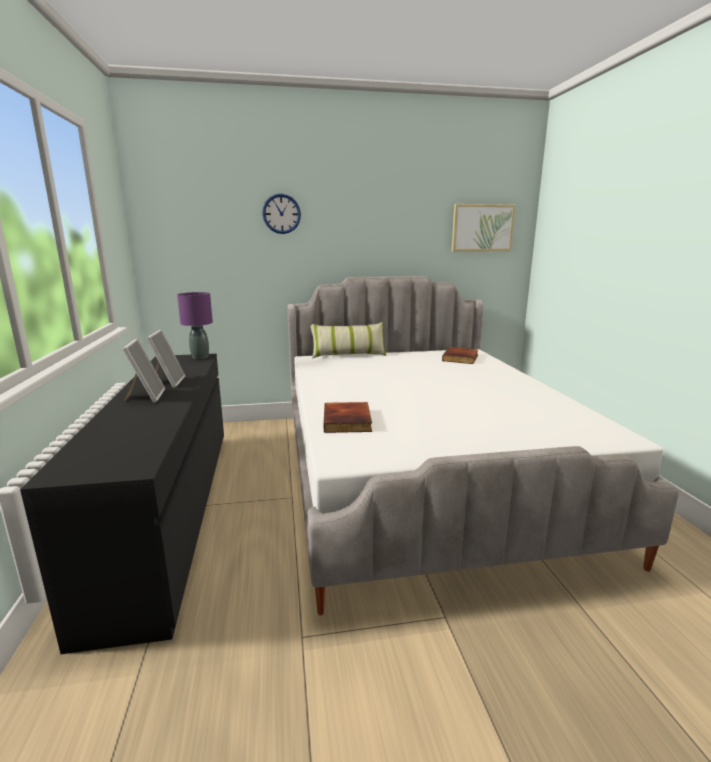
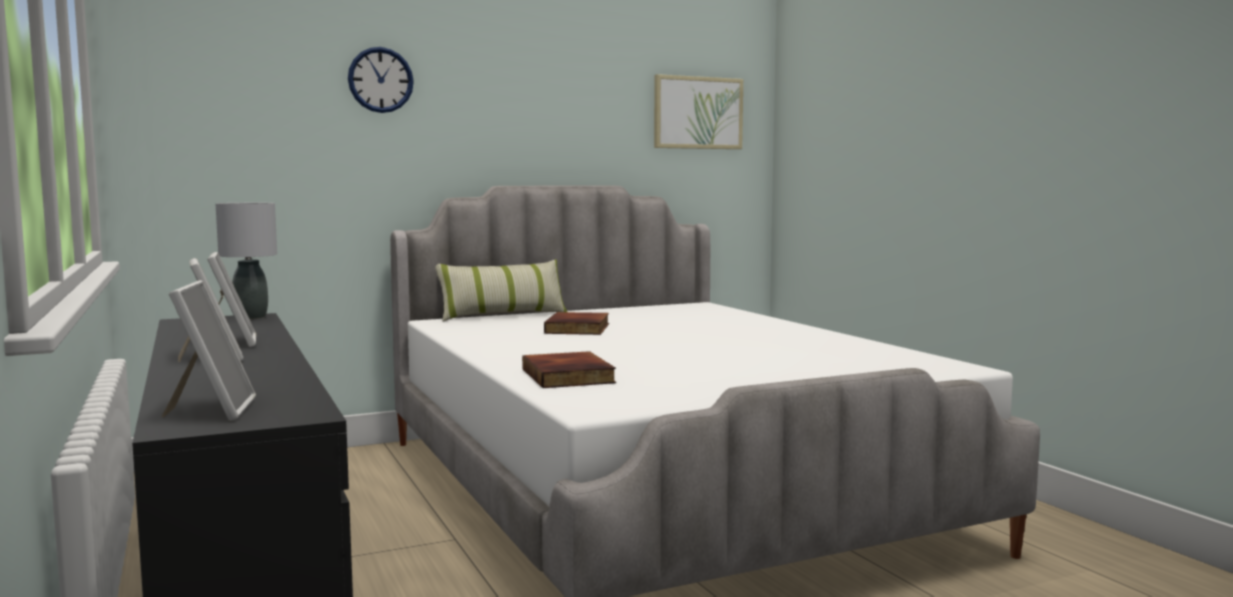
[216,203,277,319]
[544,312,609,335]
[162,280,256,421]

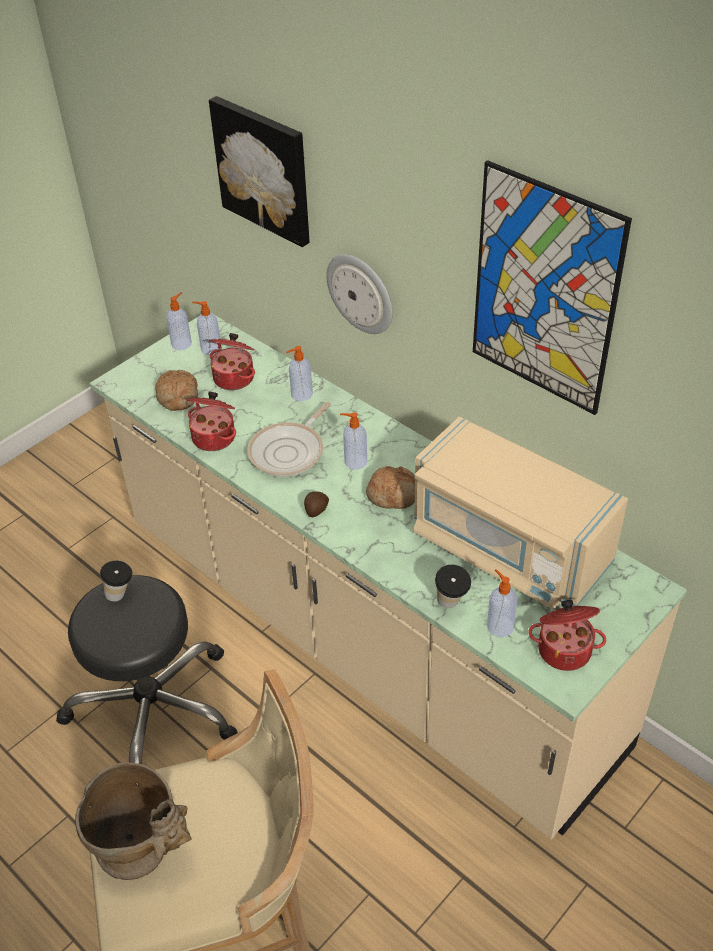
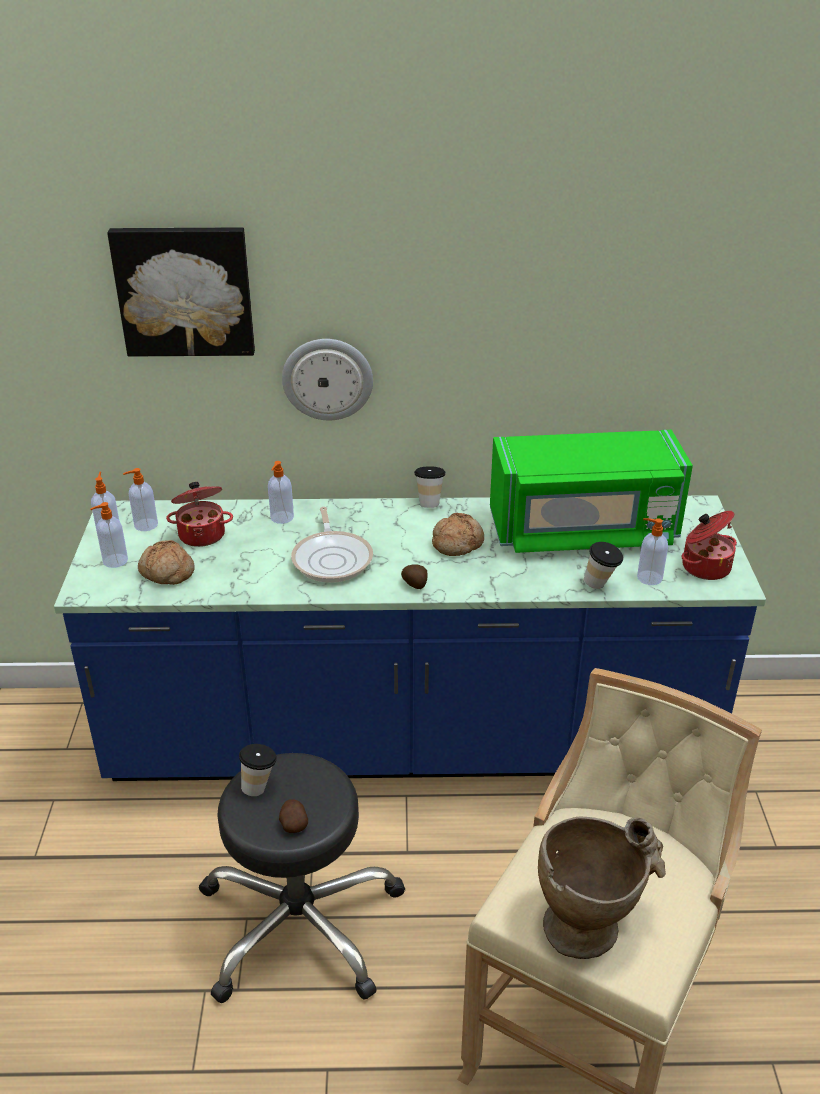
[473,160,632,415] (first image)
[54,495,766,781]
[187,391,236,451] (first image)
[90,502,128,568]
[490,430,693,553]
[414,466,446,508]
[279,799,308,833]

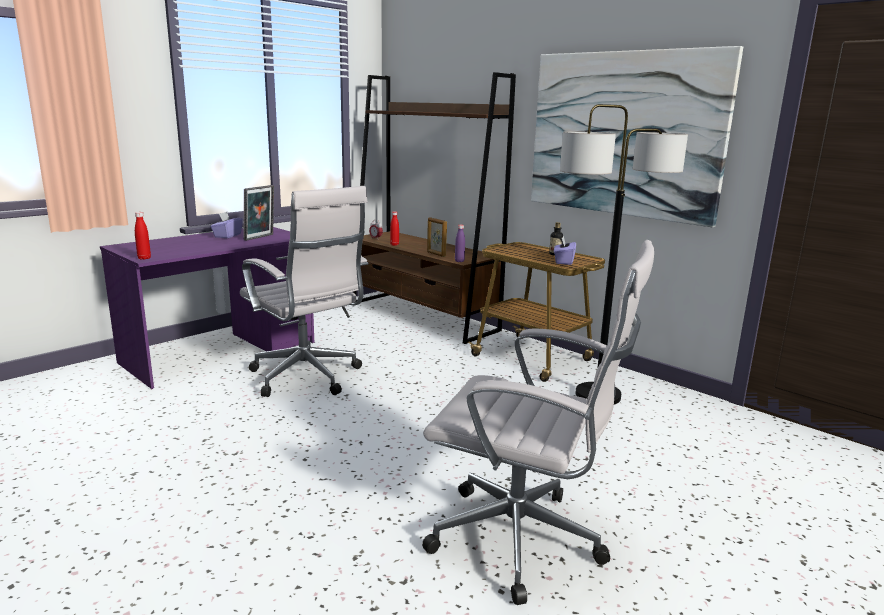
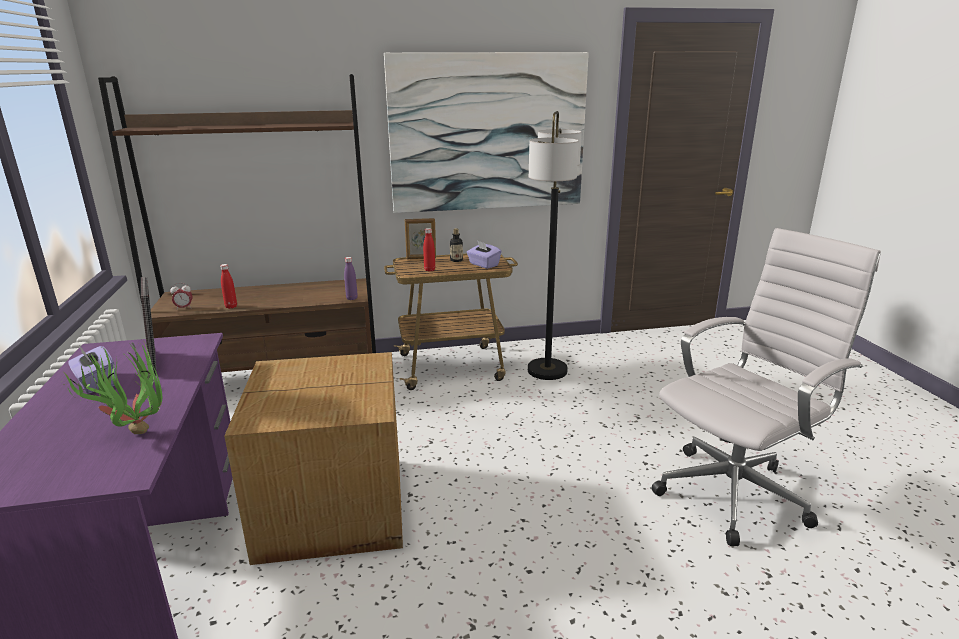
[224,352,403,565]
[423,228,435,271]
[405,218,436,259]
[61,339,162,434]

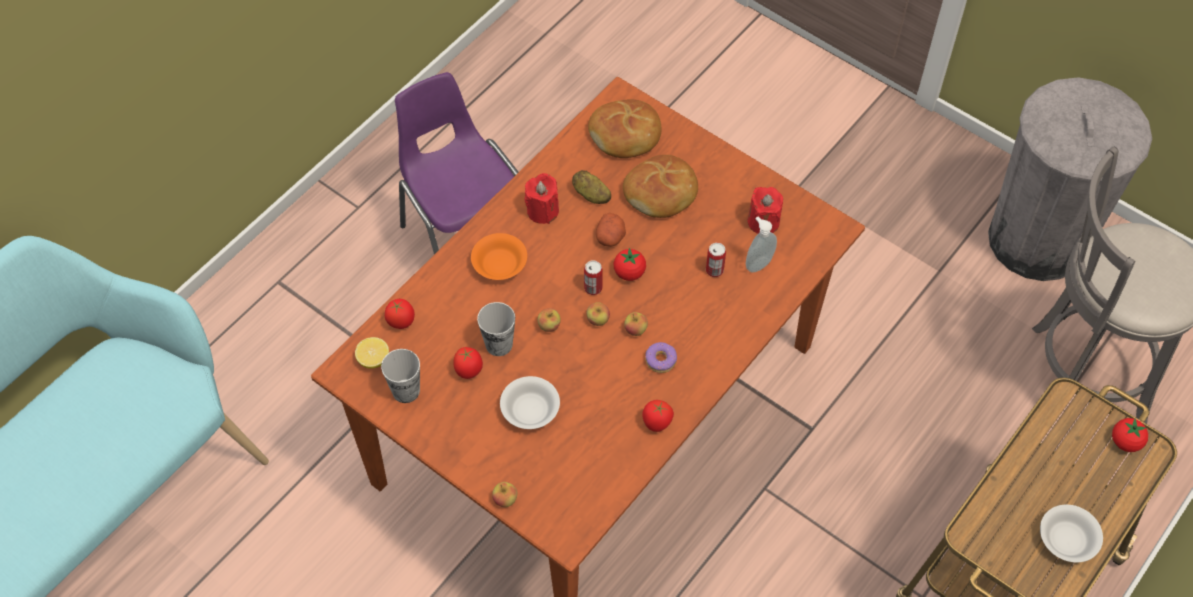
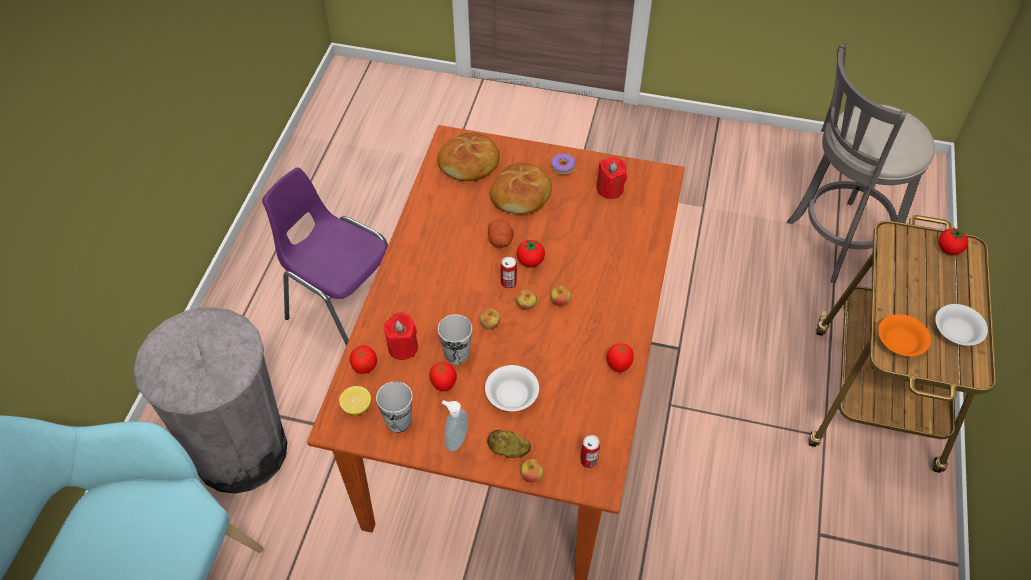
[133,307,288,494]
[487,430,531,458]
[383,312,418,360]
[442,400,468,451]
[878,314,931,356]
[580,435,600,468]
[551,154,576,175]

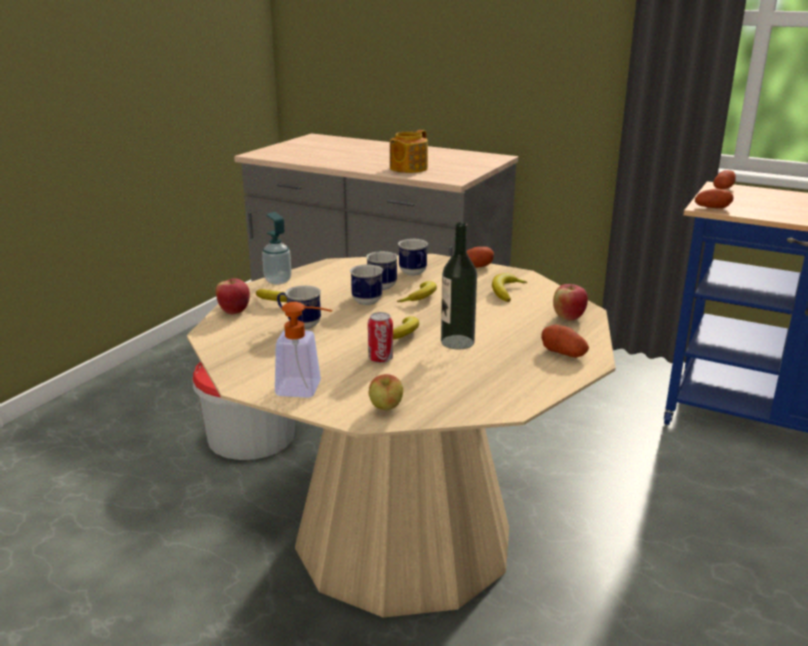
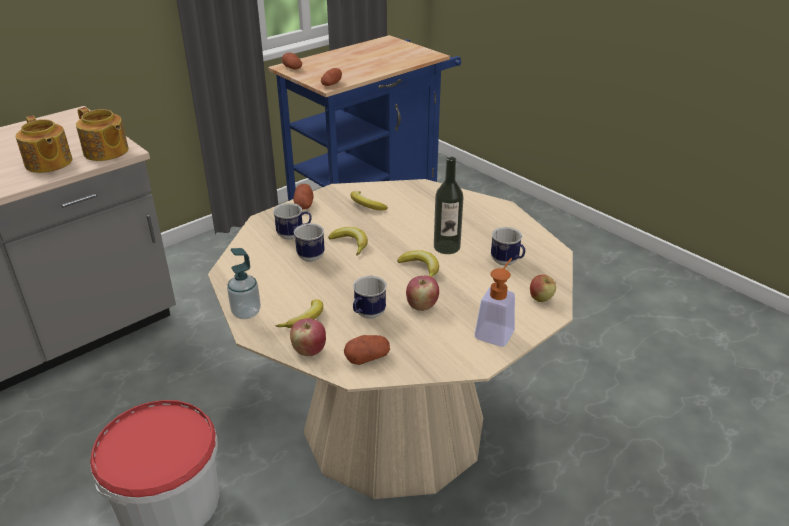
[491,227,525,266]
[406,276,439,311]
[368,312,393,363] (first image)
[344,335,390,365]
[76,107,129,161]

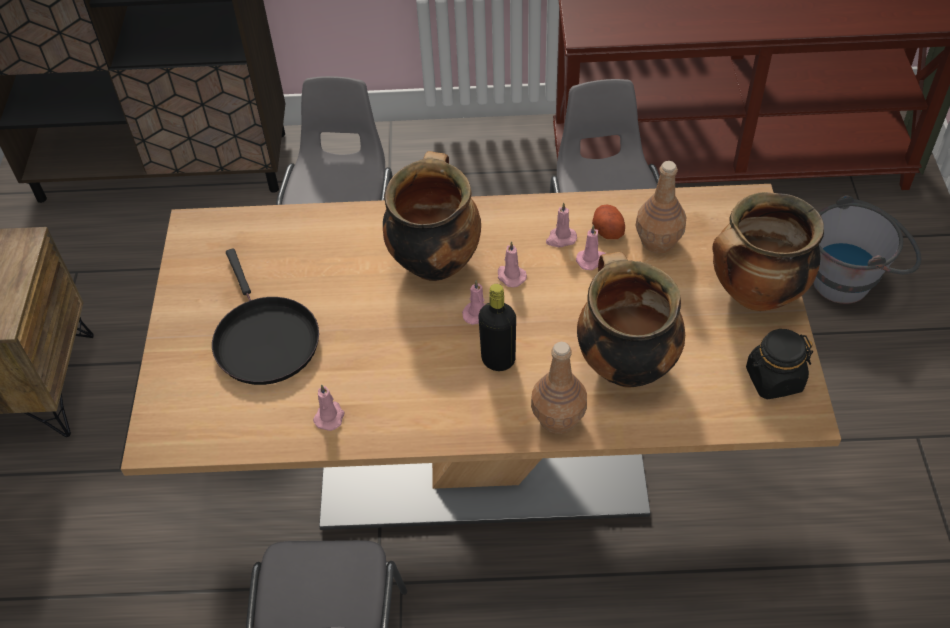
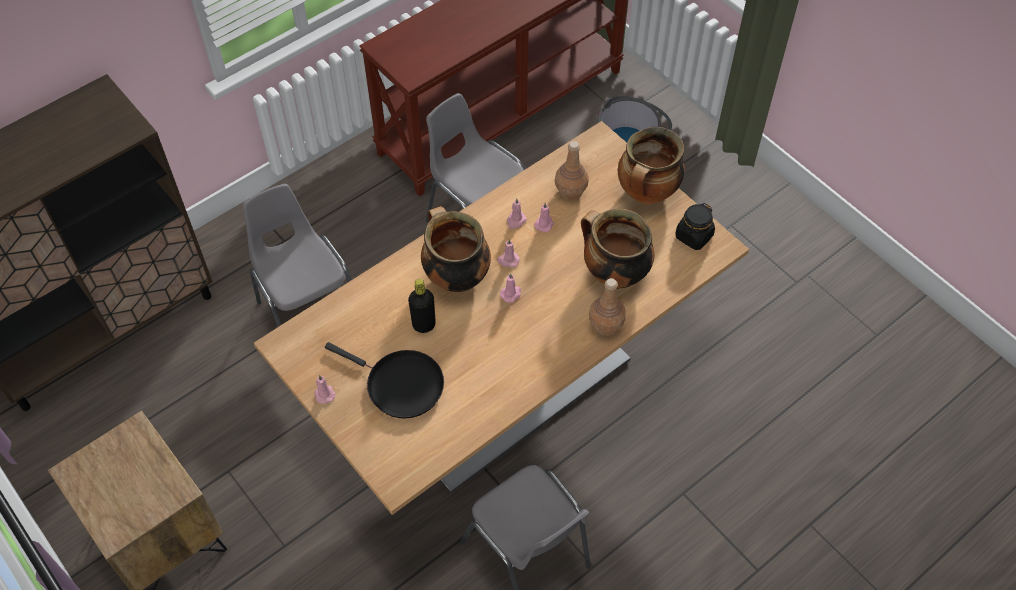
[592,205,625,239] (first image)
[408,279,436,333]
[314,375,336,404]

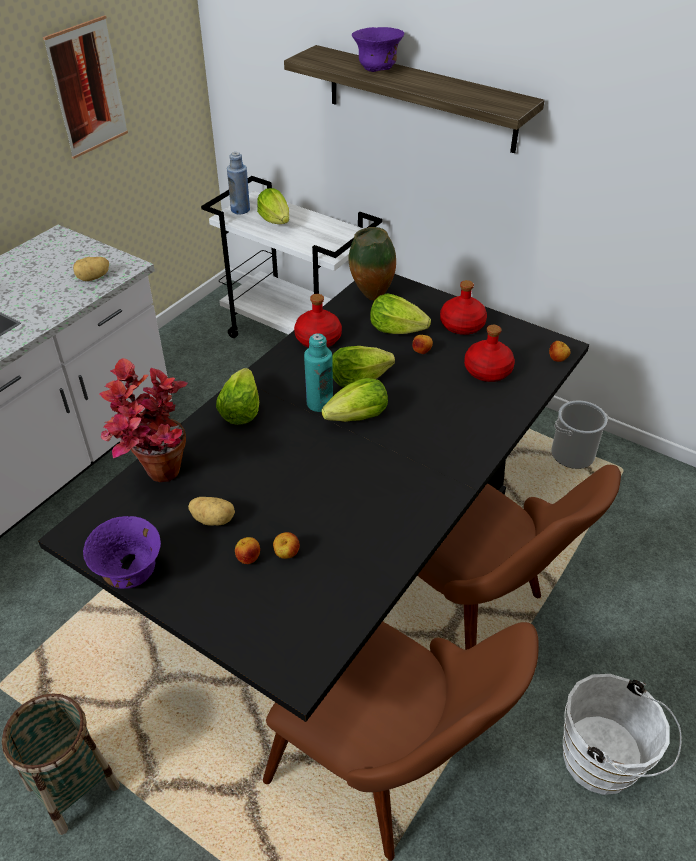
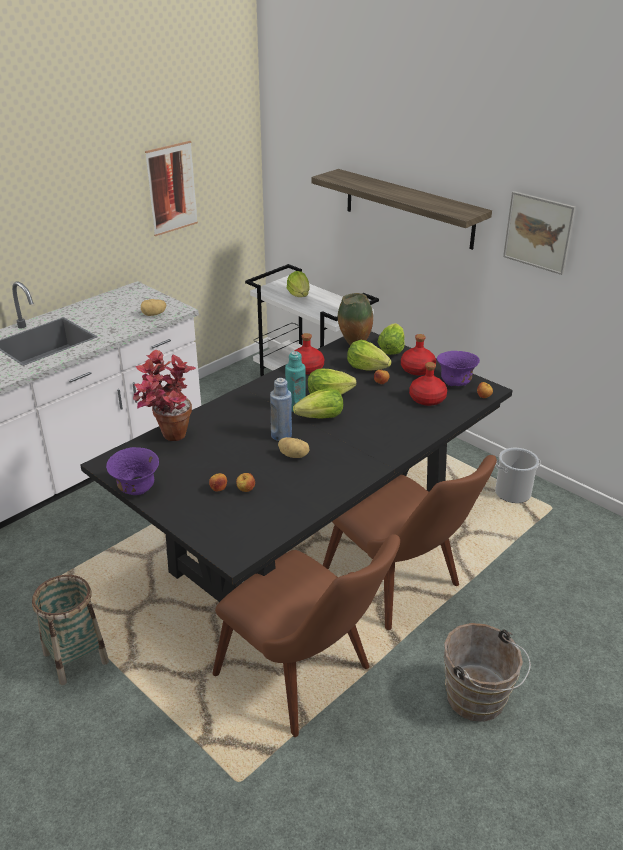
[437,351,480,386]
[270,378,292,441]
[377,323,405,355]
[278,437,309,458]
[444,623,531,722]
[503,191,576,275]

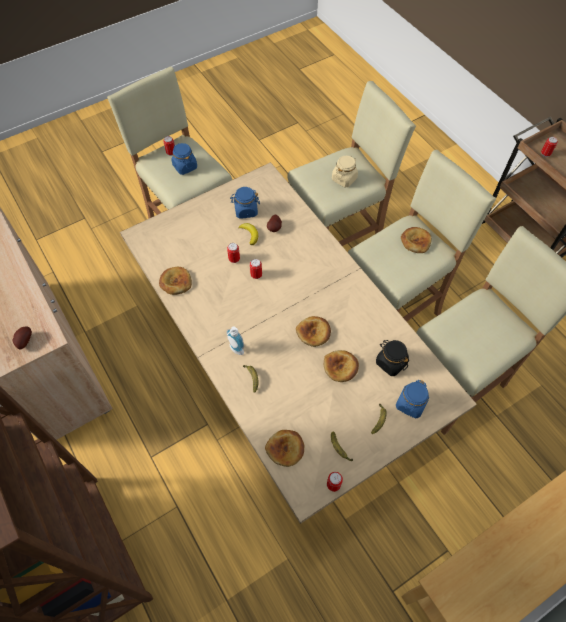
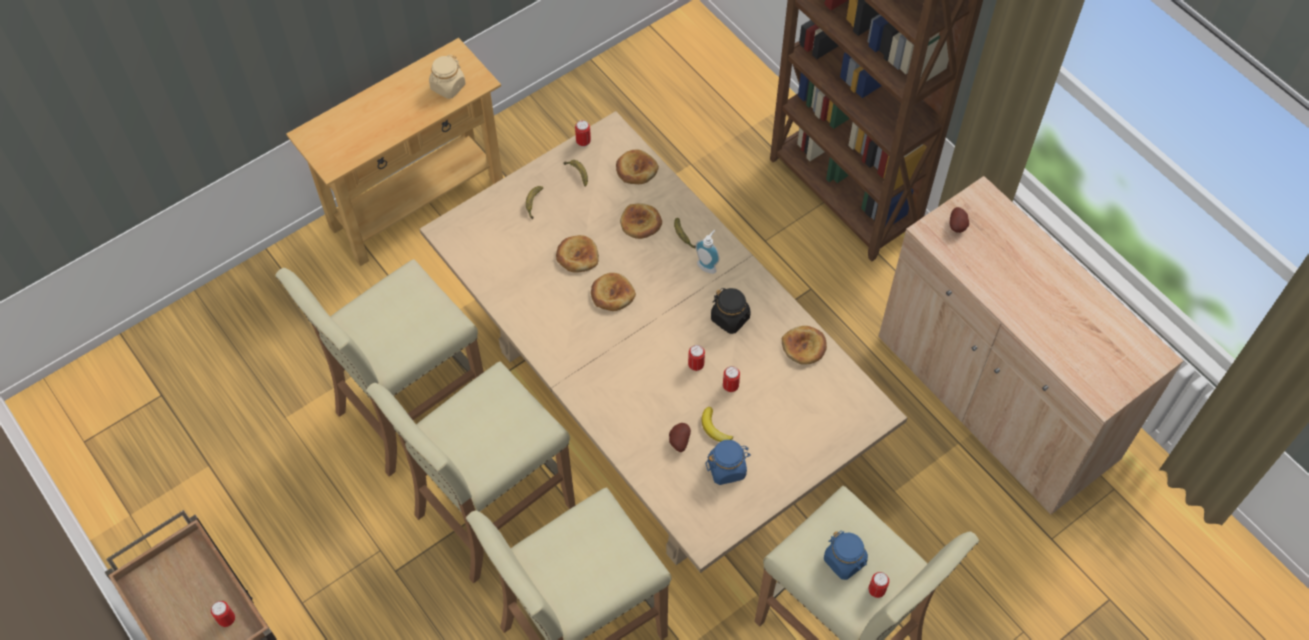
[429,55,465,99]
[620,203,662,239]
[711,288,751,334]
[396,380,429,419] (first image)

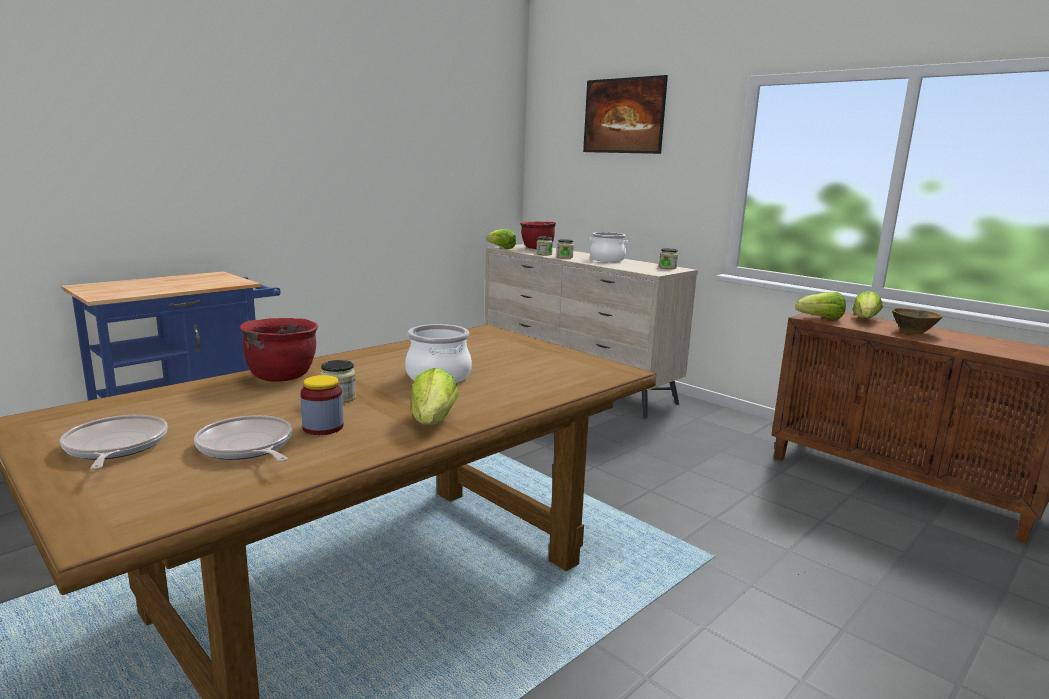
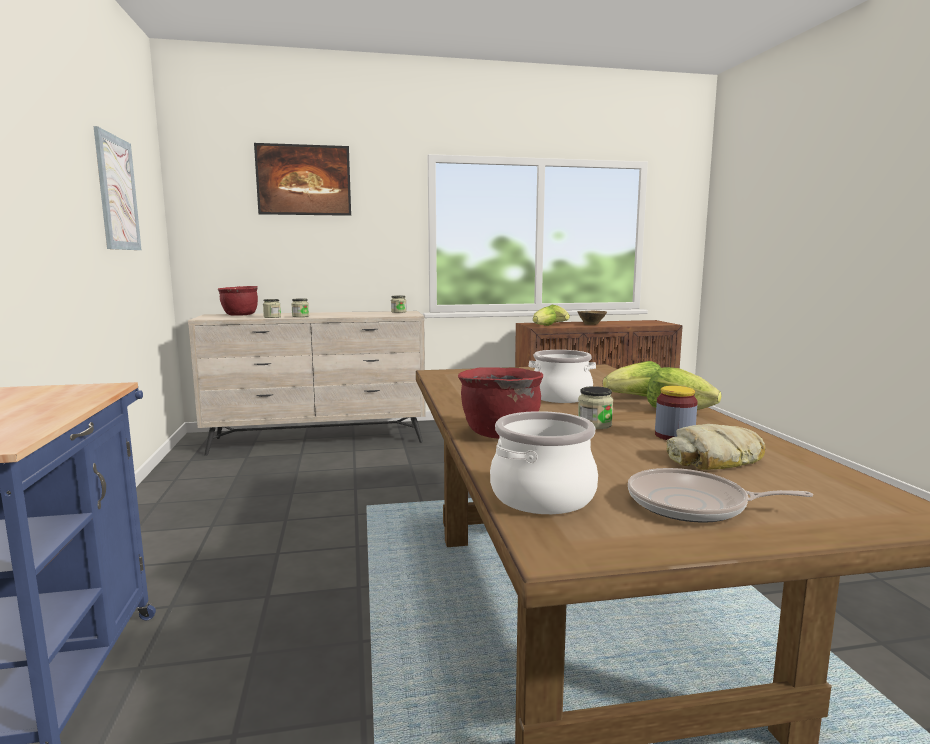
[603,361,661,397]
[490,411,598,514]
[667,424,766,470]
[93,126,141,250]

